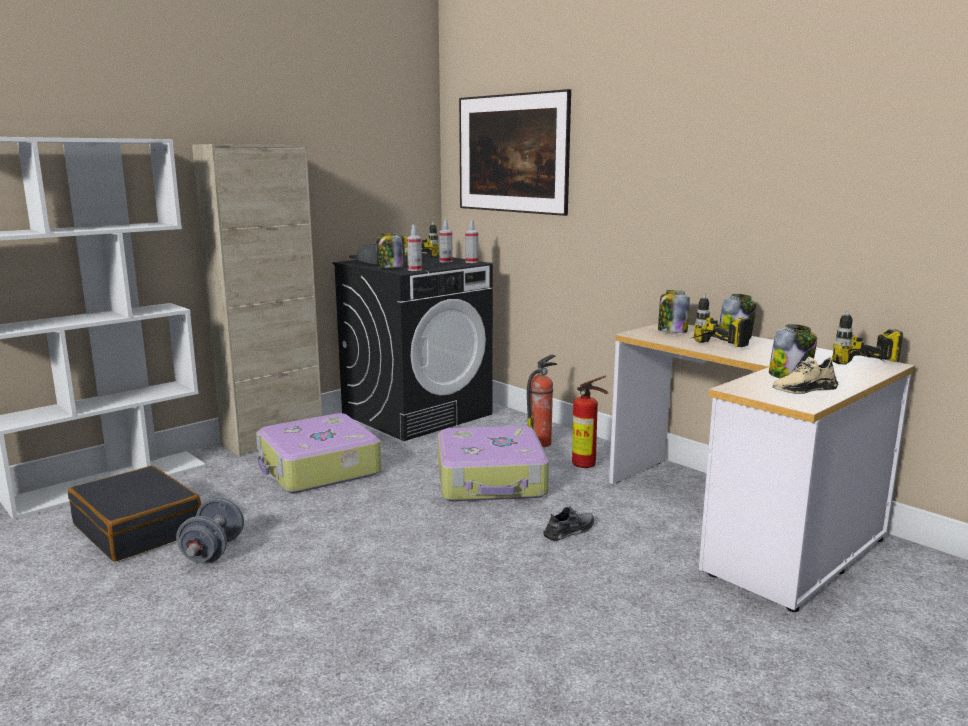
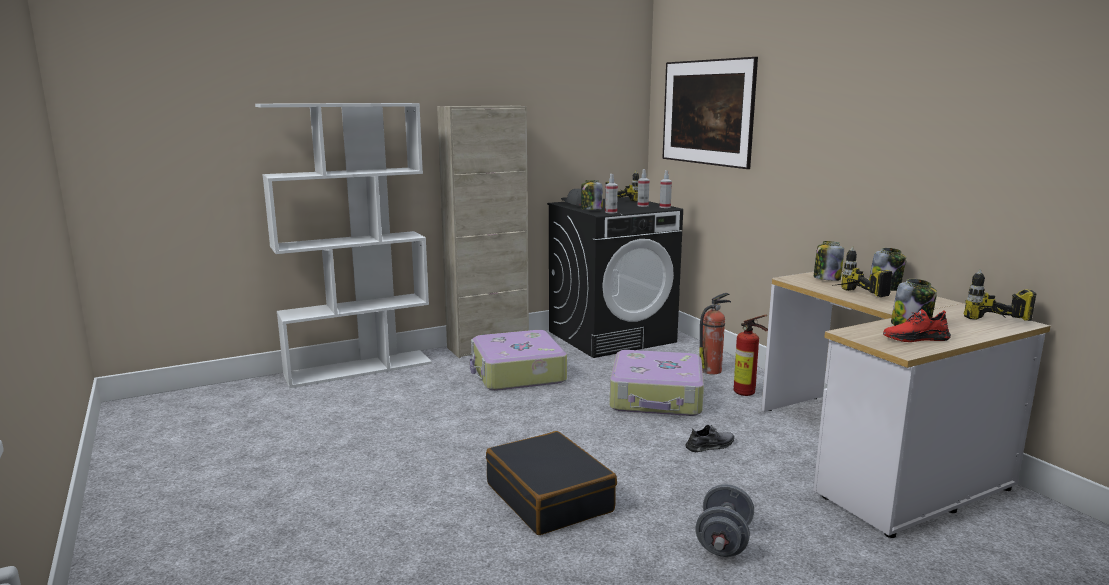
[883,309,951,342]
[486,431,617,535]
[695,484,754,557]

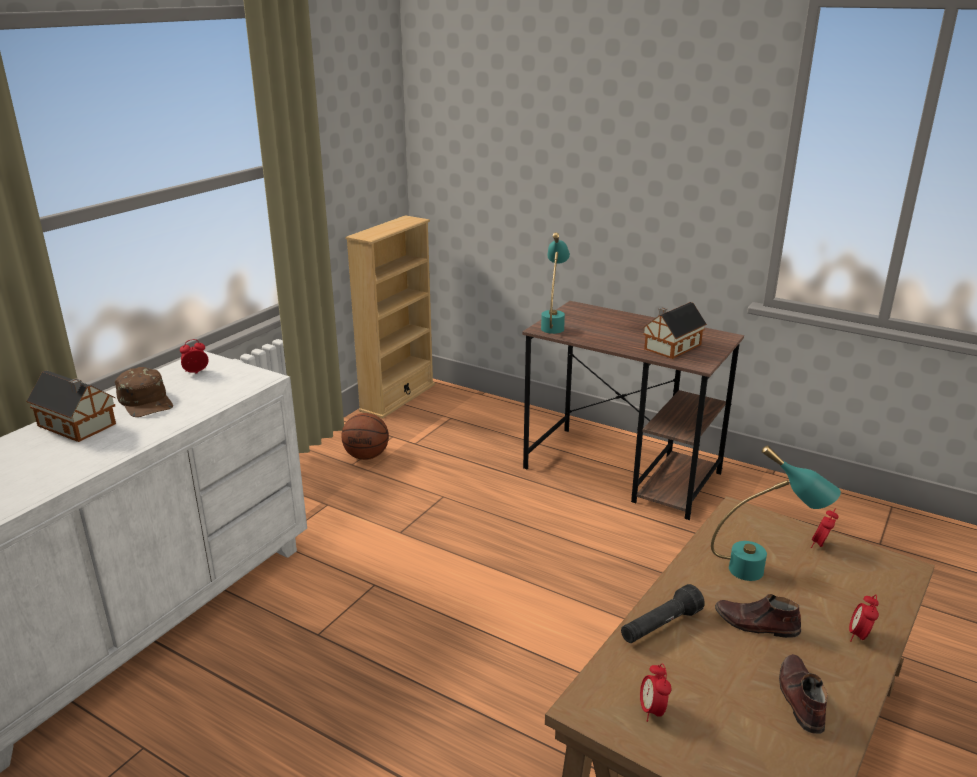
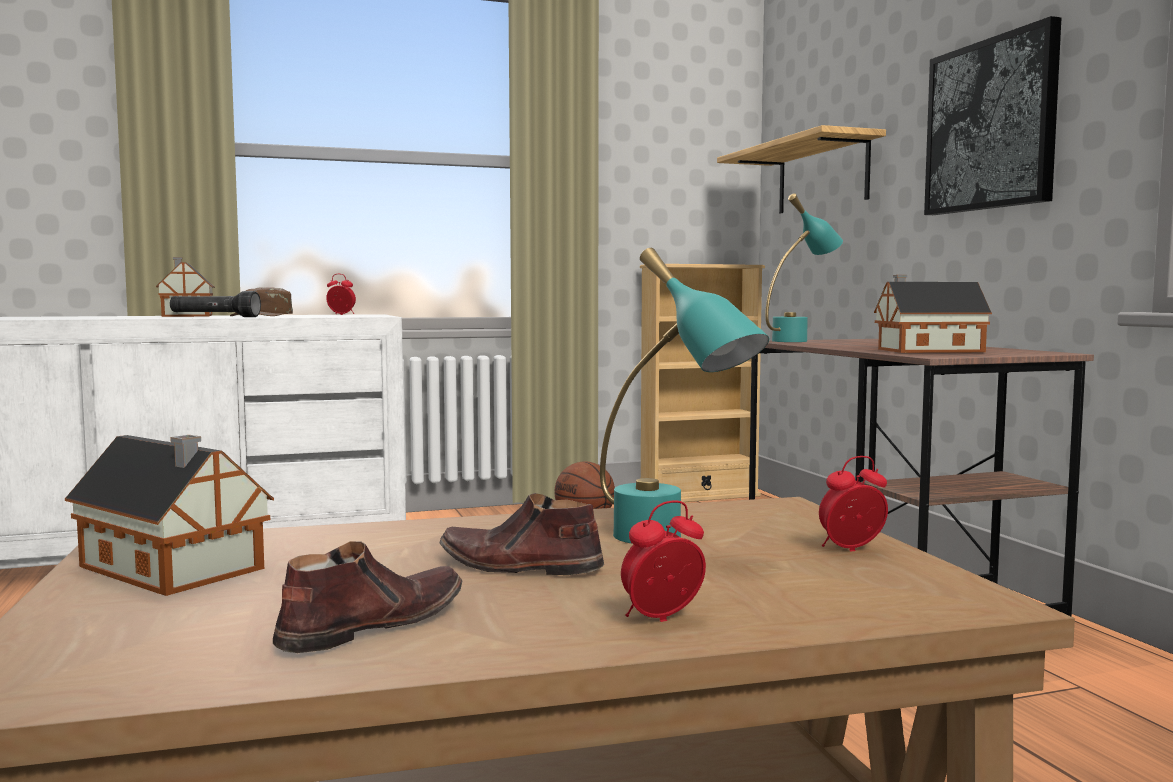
[170,291,261,317]
[440,493,604,575]
[65,435,274,596]
[924,16,1062,215]
[717,125,886,213]

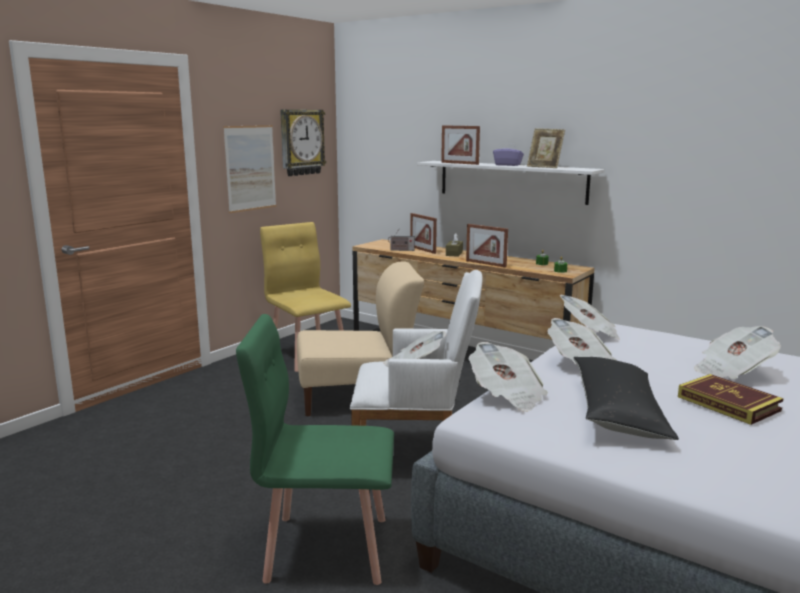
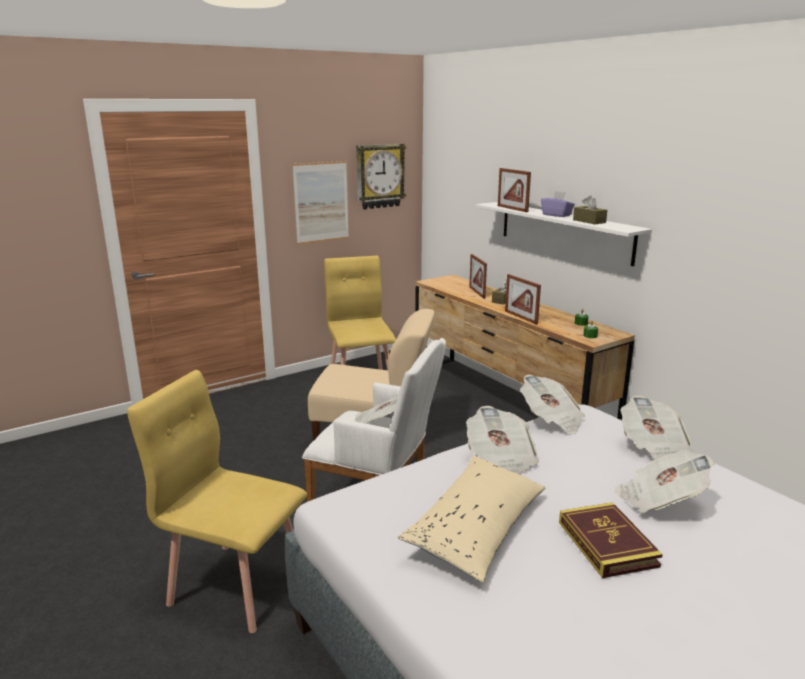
[573,196,607,224]
[388,229,415,251] (first image)
[127,370,307,633]
[620,395,693,459]
[398,455,546,583]

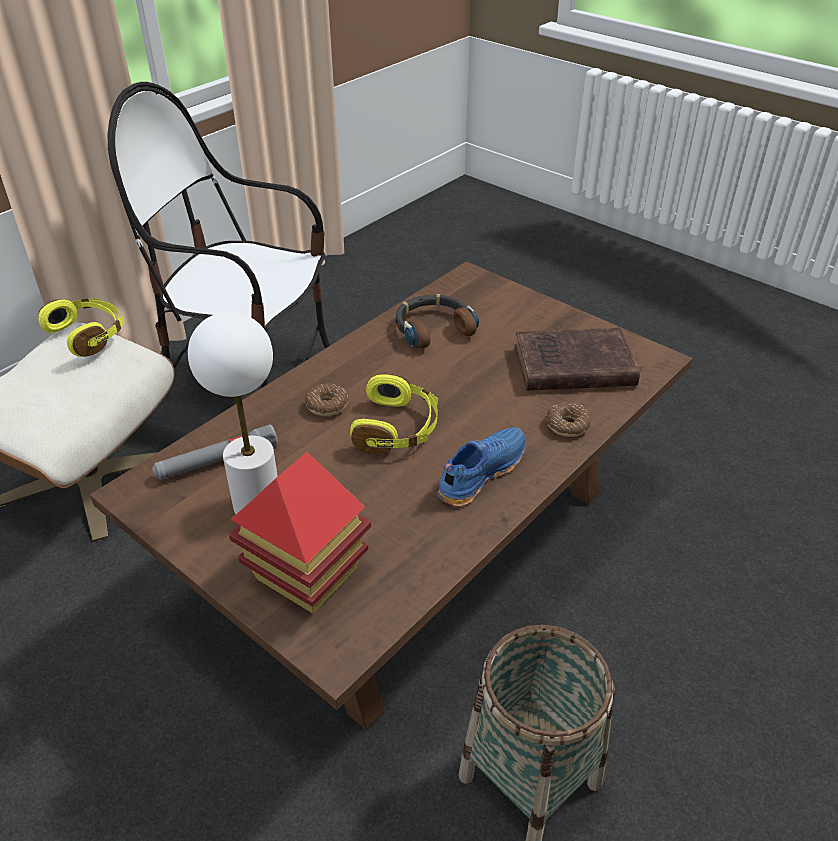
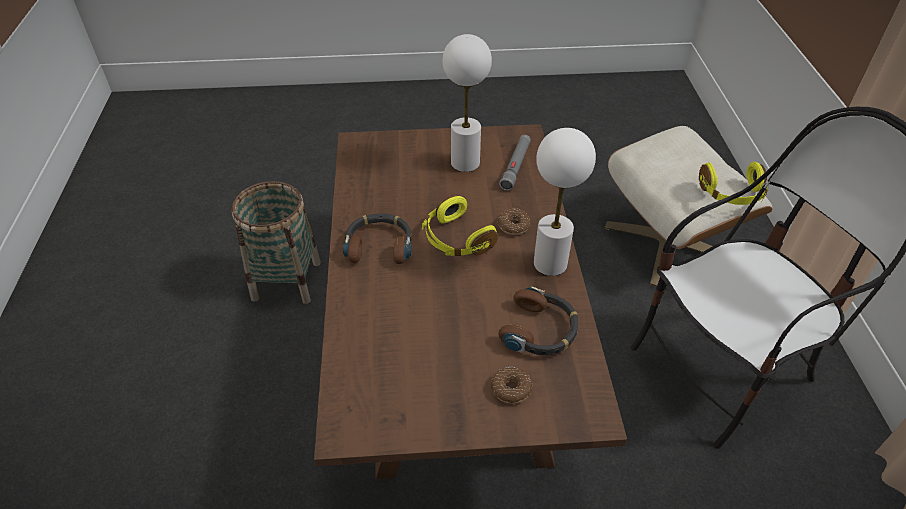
[515,328,640,391] (first image)
[491,367,533,404]
[343,213,412,264]
[229,452,371,614] (first image)
[534,128,596,276]

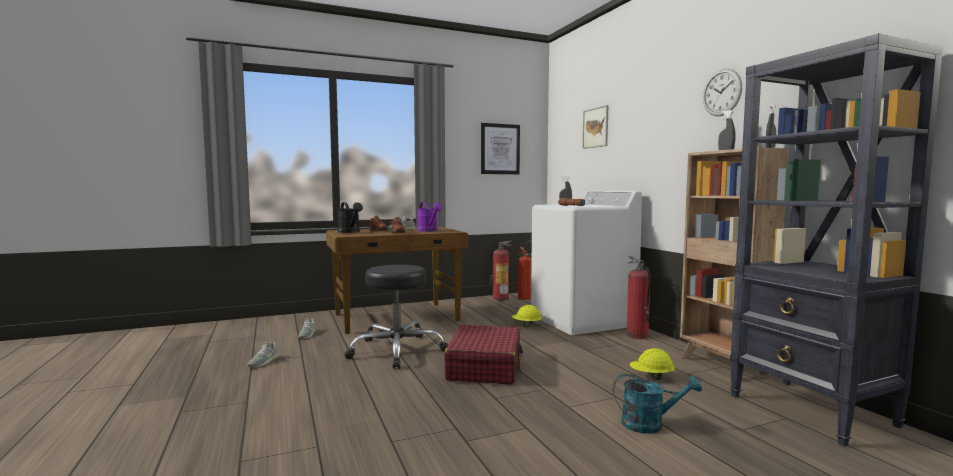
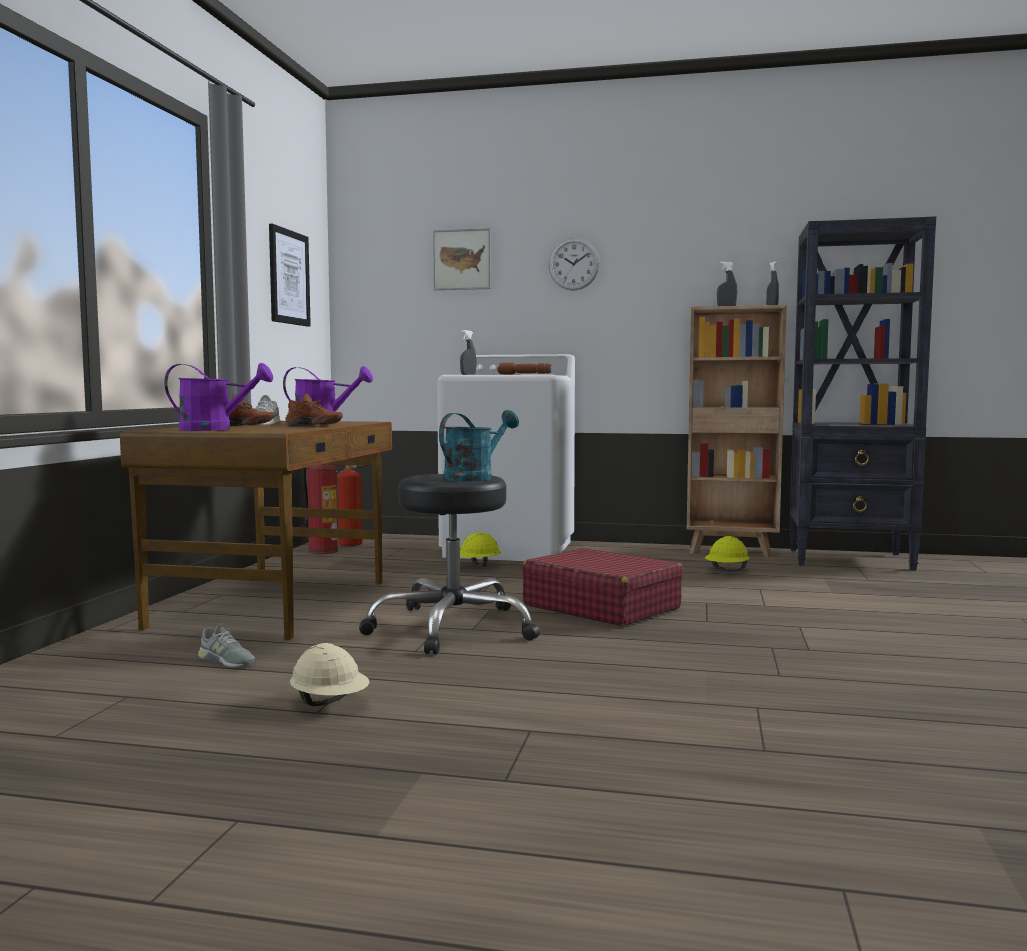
[548,238,600,291]
[164,363,273,431]
[626,256,651,339] (first image)
[290,643,370,706]
[439,410,519,482]

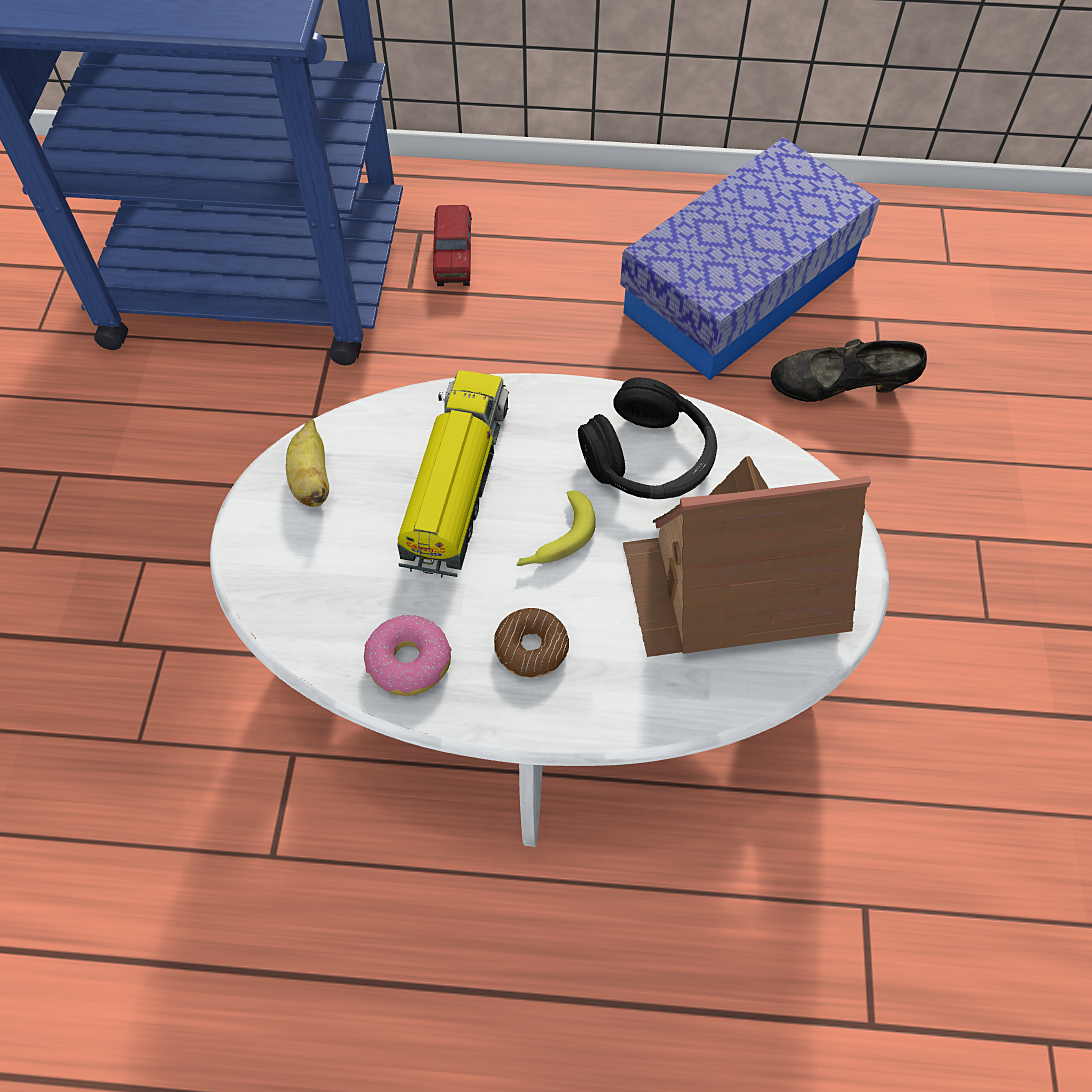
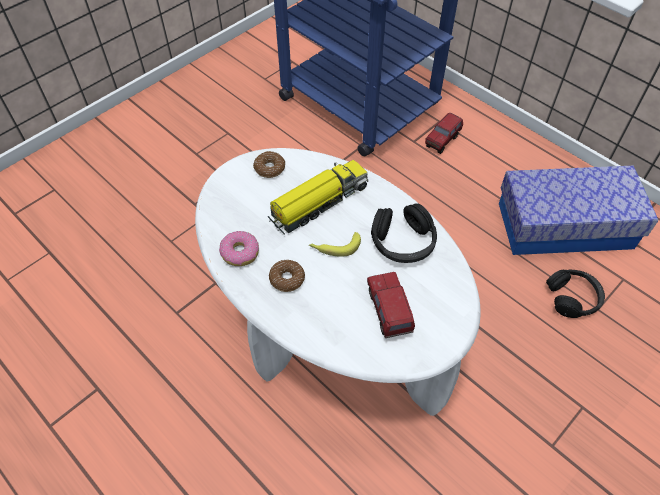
[546,270,605,318]
[253,151,285,178]
[367,272,415,338]

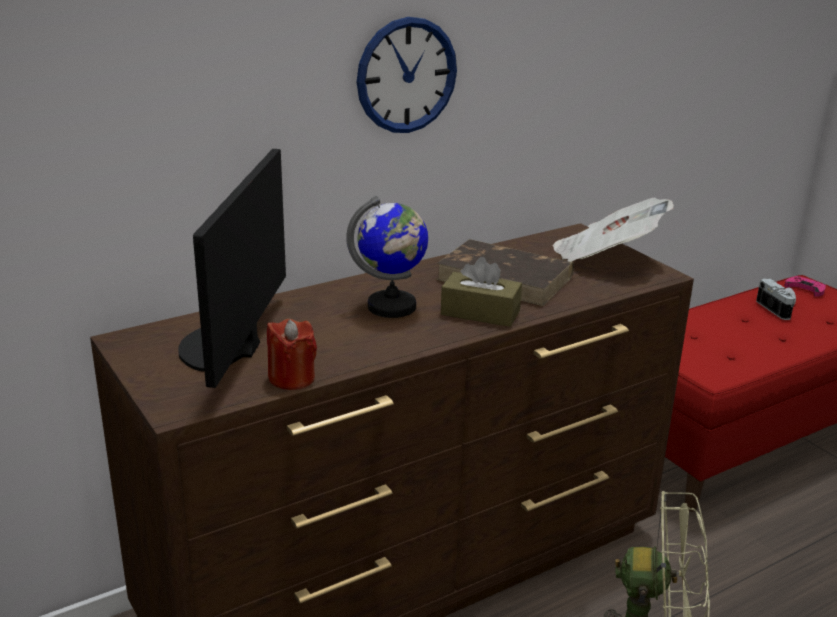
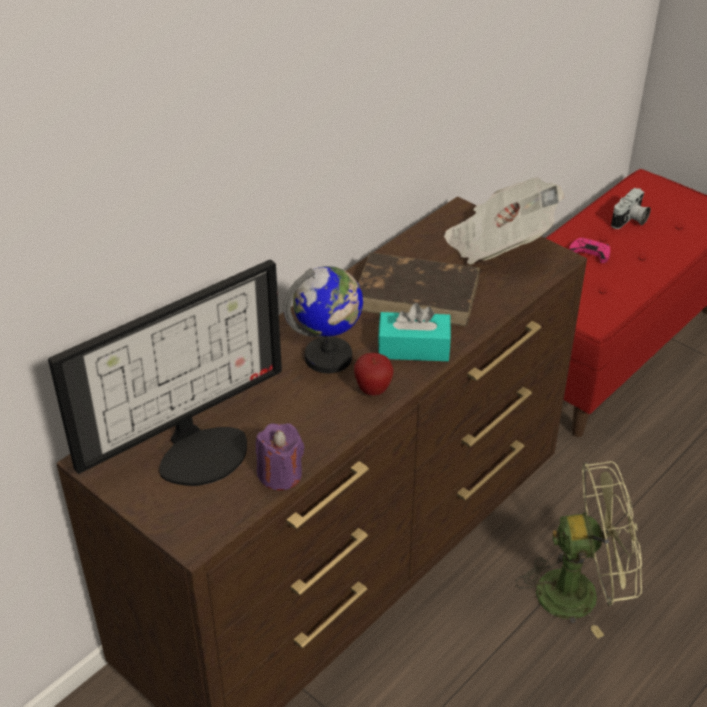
[357,17,457,133] (first image)
[48,259,282,486]
[378,303,451,361]
[569,238,610,263]
[611,188,651,229]
[256,423,304,490]
[354,353,394,395]

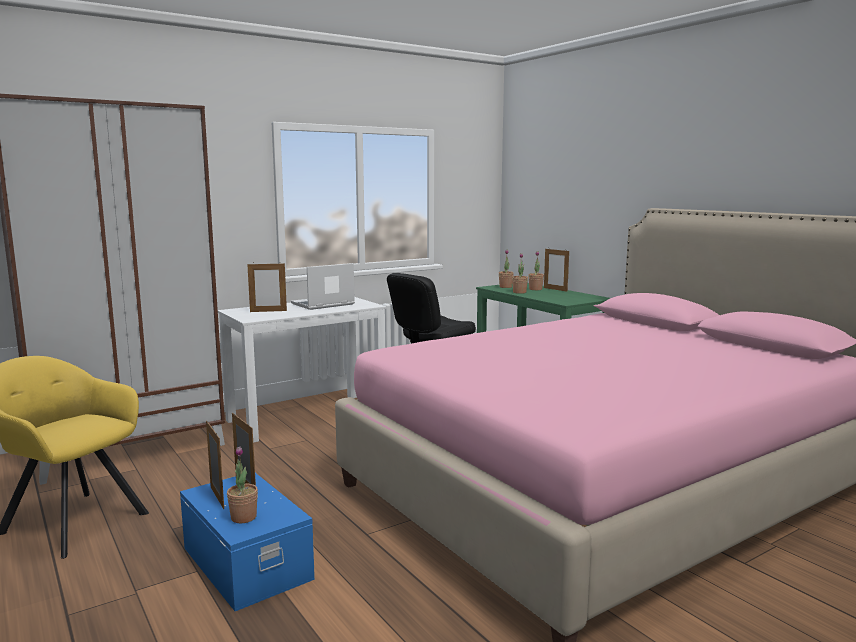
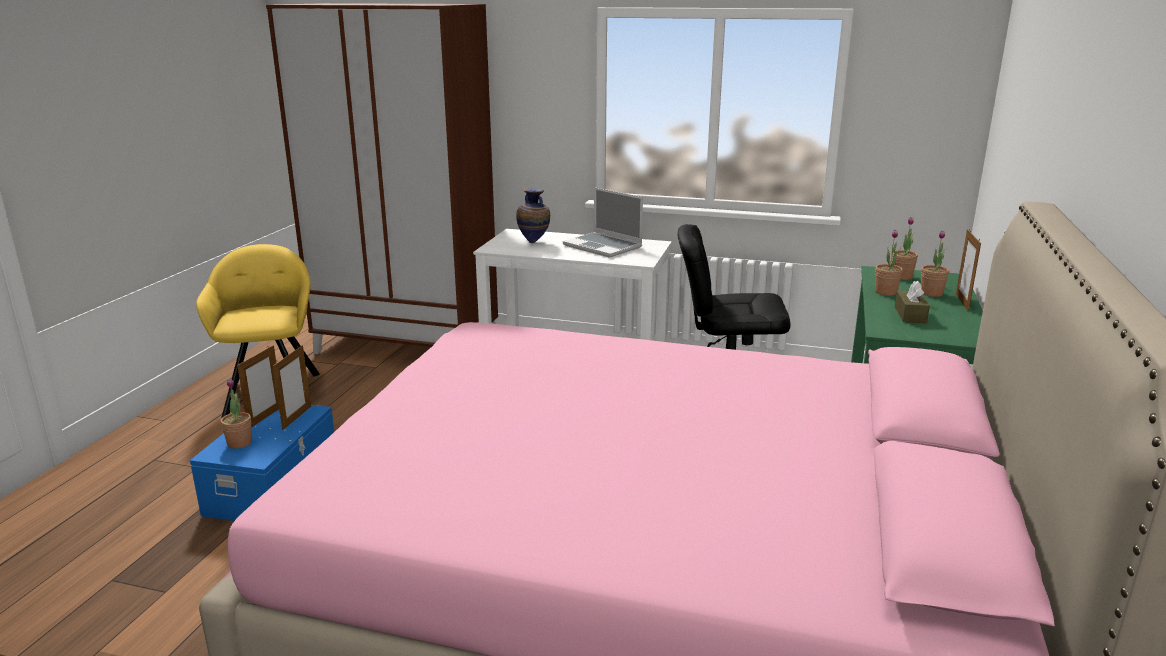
[516,188,550,243]
[563,187,643,258]
[895,281,930,323]

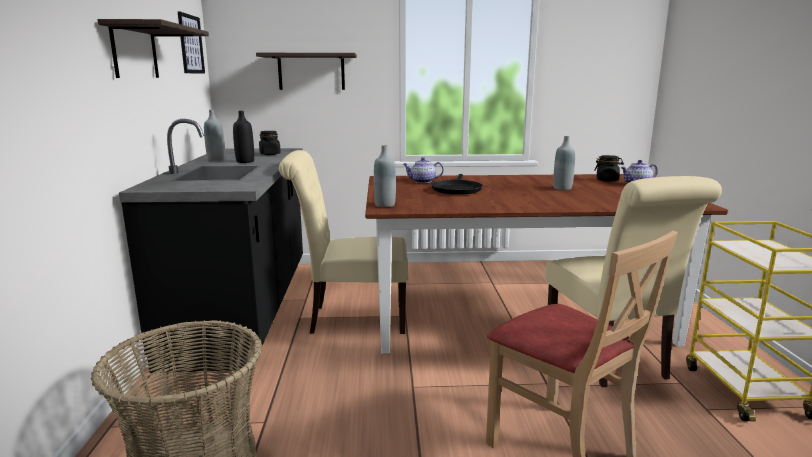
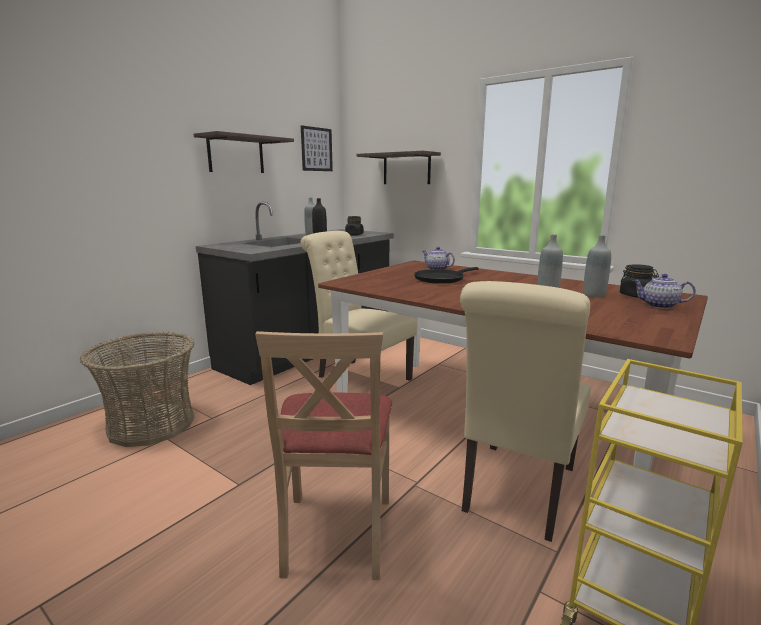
[583,235,611,298]

